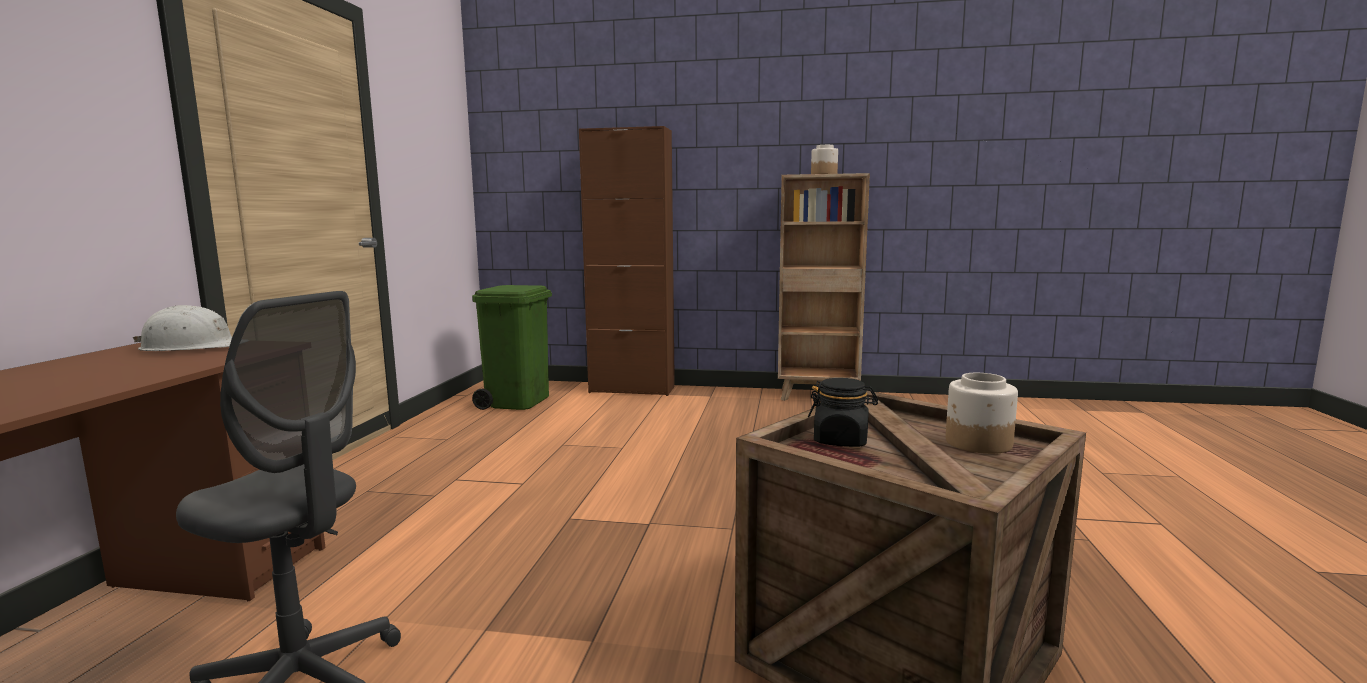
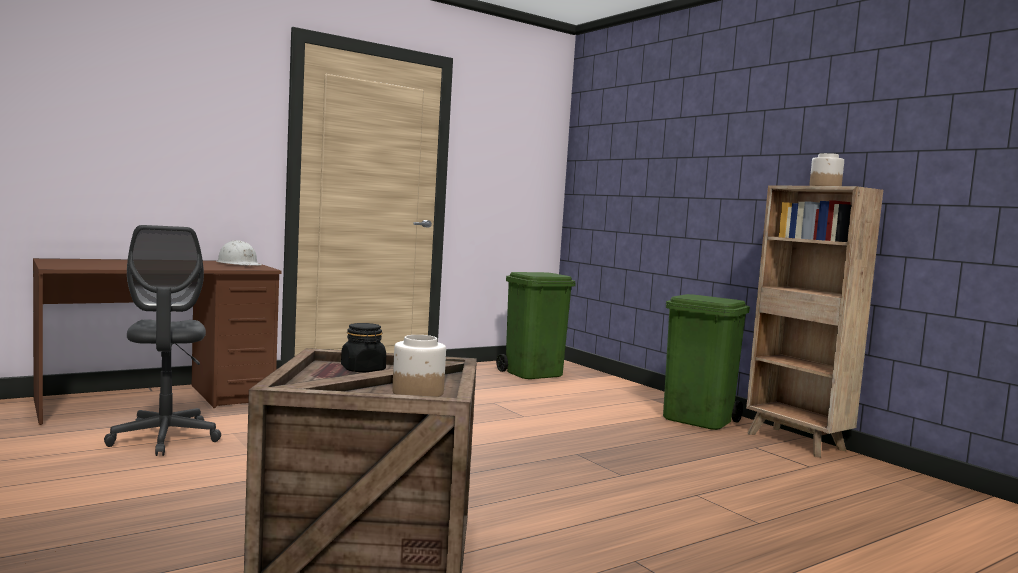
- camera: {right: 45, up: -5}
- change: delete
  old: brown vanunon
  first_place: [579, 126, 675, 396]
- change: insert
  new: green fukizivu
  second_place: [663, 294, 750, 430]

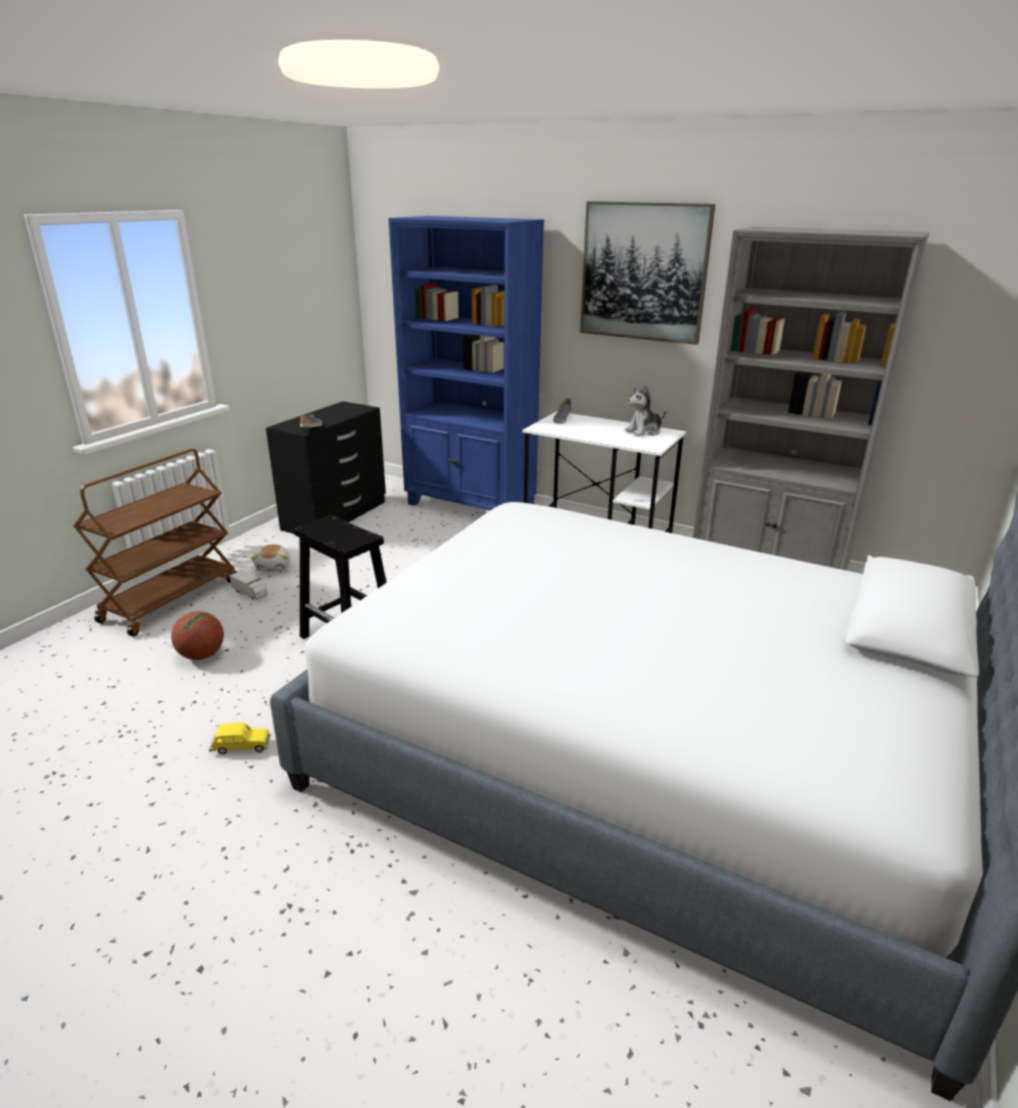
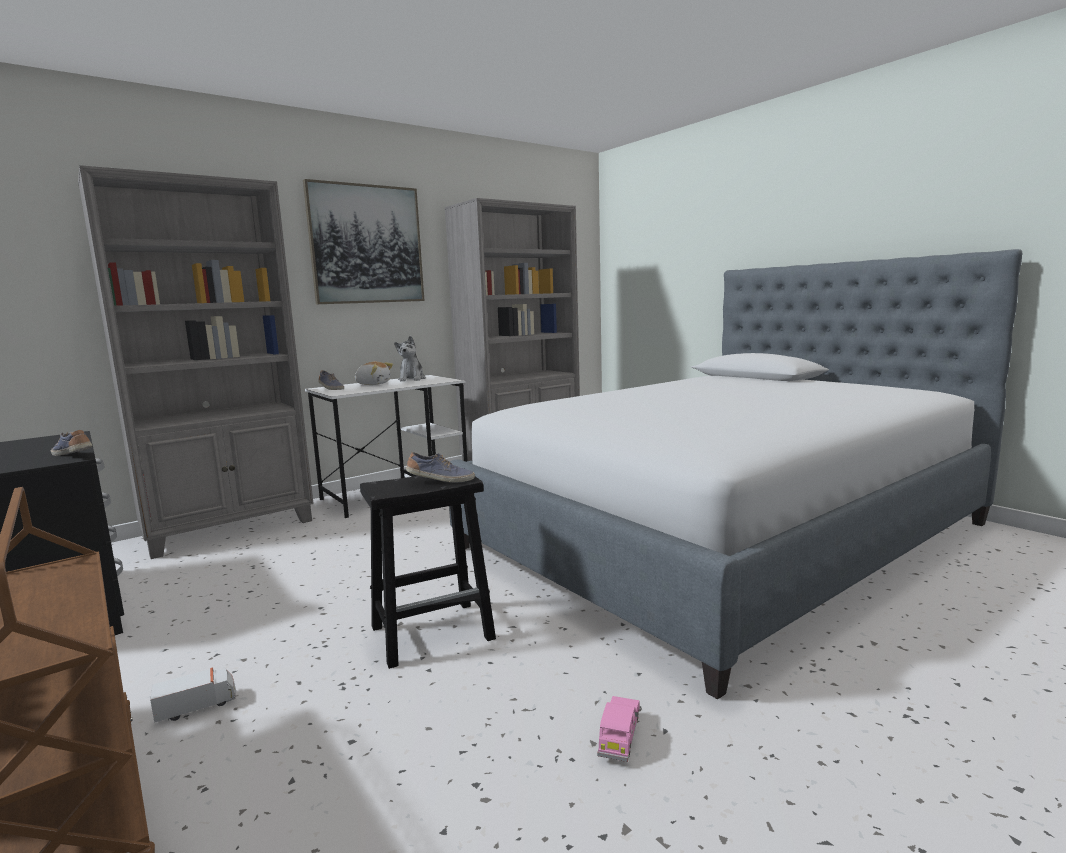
- camera: {right: -65, up: -15}
- change: delete
  old: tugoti
  first_place: [171, 611, 224, 660]
- change: insert
  new: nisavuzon
  second_place: [406, 452, 475, 483]
- change: move
  old: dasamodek
  first_place: [251, 545, 290, 572]
  second_place: [355, 362, 393, 385]
- change: recolor
  old: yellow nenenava
  new: pink nenenava
  first_place: [209, 723, 271, 754]
  second_place: [597, 696, 641, 762]
- change: recolor
  old: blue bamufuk
  new: grey bamufuk
  first_place: [388, 216, 544, 511]
  second_place: [78, 165, 314, 559]

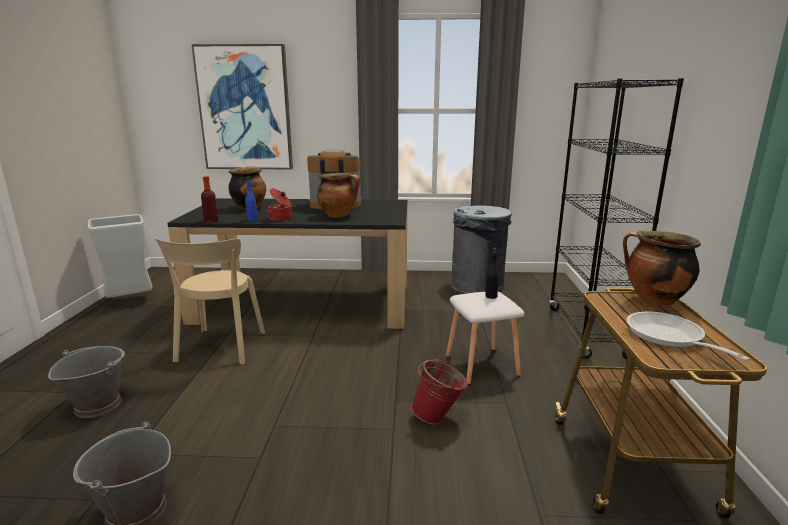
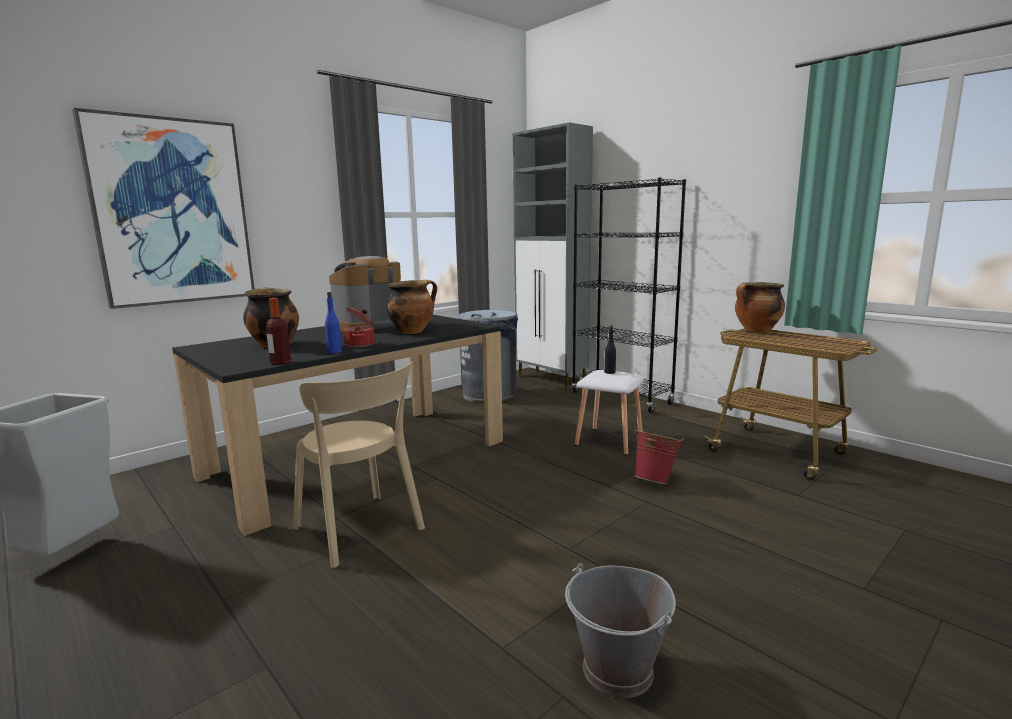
- camera: {right: -45, up: -5}
- change: delete
  old: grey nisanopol
  first_place: [48, 346, 125, 418]
- change: delete
  old: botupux
  first_place: [626, 312, 750, 361]
- change: insert
  new: grey vanunon
  second_place: [512, 122, 593, 389]

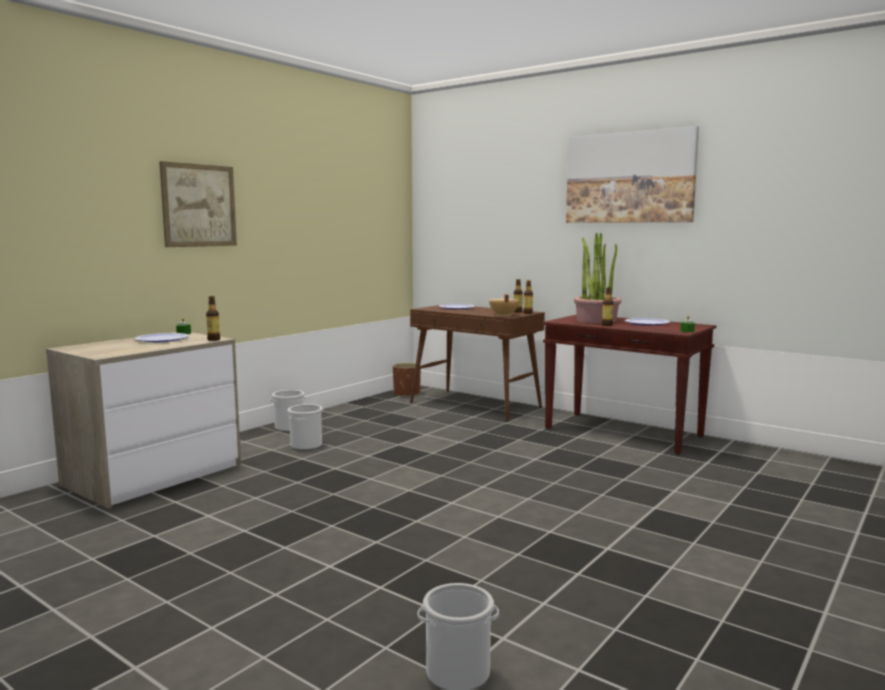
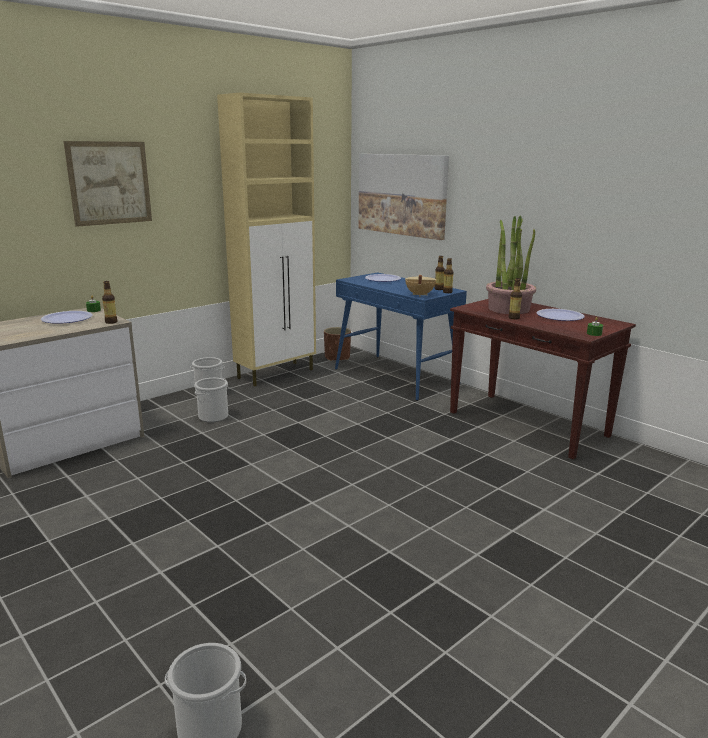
- camera: {right: 10, up: 10}
- change: insert
  new: beige vanunon
  second_place: [217, 93, 316, 387]
- change: move
  old: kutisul
  first_place: [566, 126, 699, 223]
  second_place: [359, 154, 449, 240]
- change: recolor
  old: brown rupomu
  new: blue rupomu
  first_place: [410, 304, 545, 422]
  second_place: [335, 272, 467, 401]

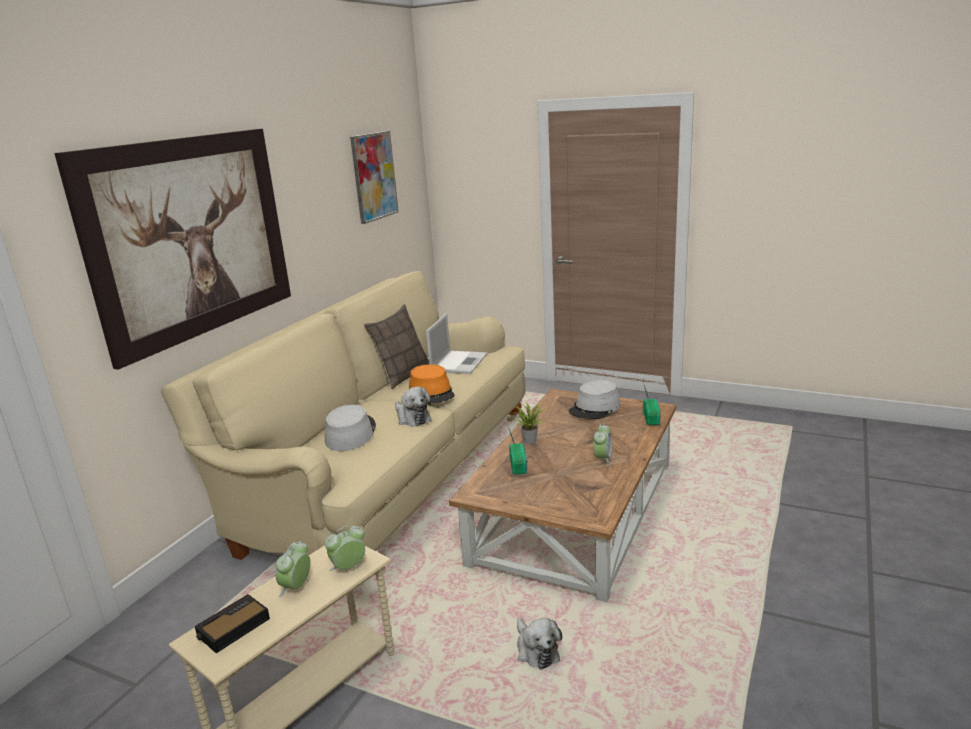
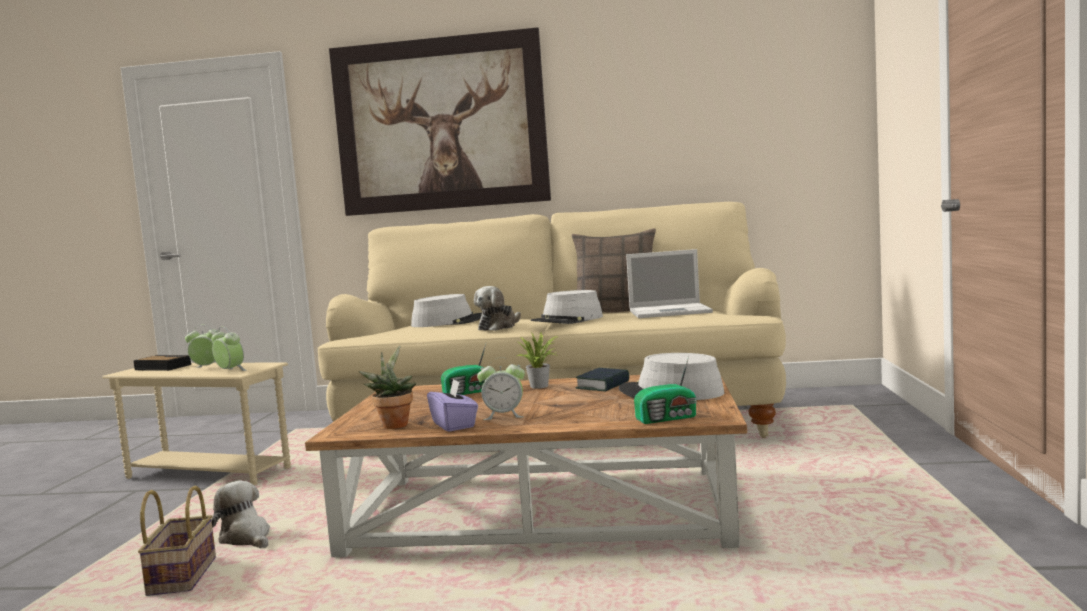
- camera: {right: 70, up: -15}
- change: delete
  old: kutisul
  first_place: [350, 131, 399, 224]
- change: insert
  new: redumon
  second_place: [138, 486, 216, 596]
- change: insert
  new: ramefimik
  second_place: [359, 346, 416, 429]
- change: insert
  new: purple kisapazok
  second_place: [427, 378, 478, 432]
- change: insert
  new: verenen
  second_place: [576, 368, 629, 392]
- change: recolor
  old: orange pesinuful
  new: grey pesinuful
  first_place: [409, 364, 455, 403]
  second_place: [531, 290, 603, 324]
- change: rotate
  old: dasamodek
  first_place: [517, 618, 562, 670]
  second_place: [212, 481, 270, 548]
  degrees: 90

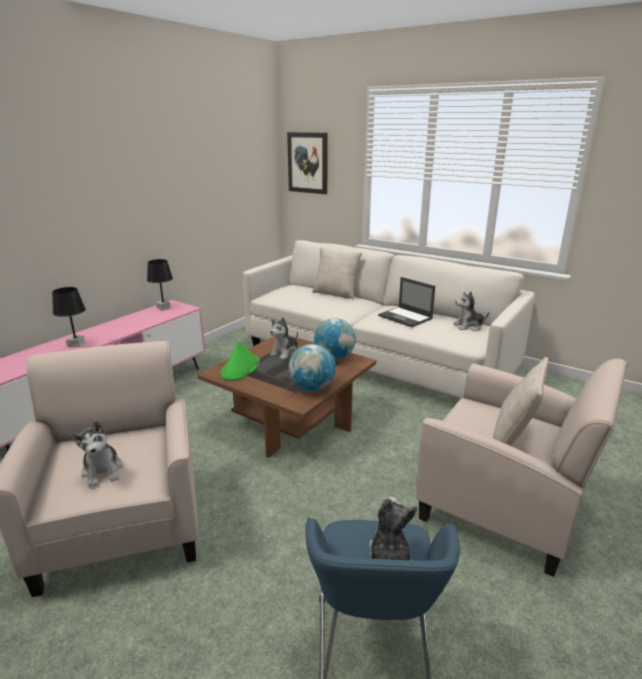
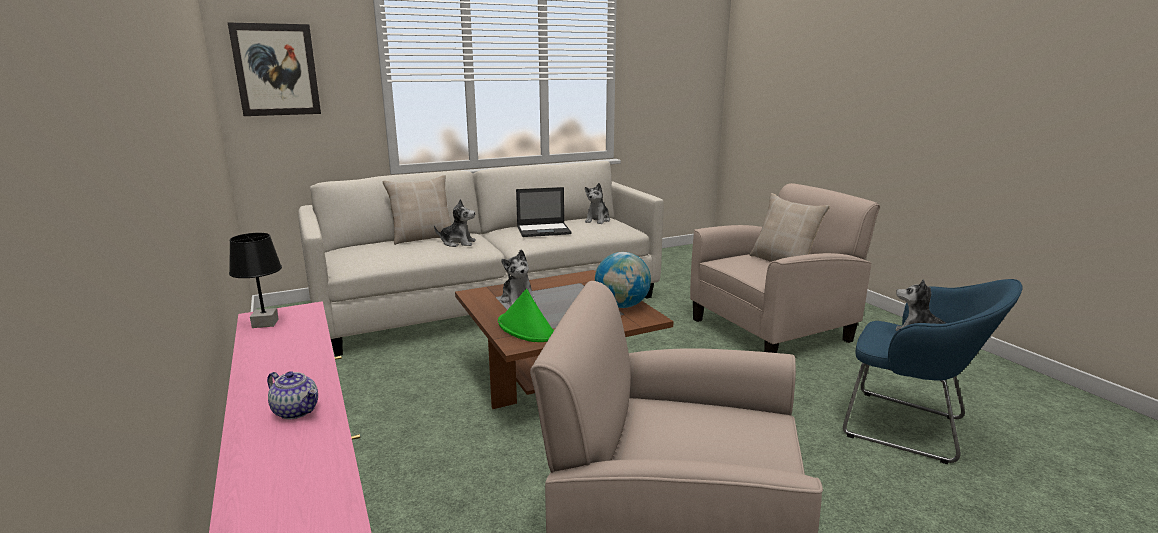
- camera: {right: -60, up: -5}
- change: delete
  old: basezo
  first_place: [314, 318, 356, 360]
- change: move
  old: dasamodek
  first_place: [70, 421, 123, 487]
  second_place: [434, 199, 476, 247]
- change: replace
  old: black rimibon
  new: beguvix
  first_place: [52, 287, 86, 347]
  second_place: [267, 371, 318, 419]

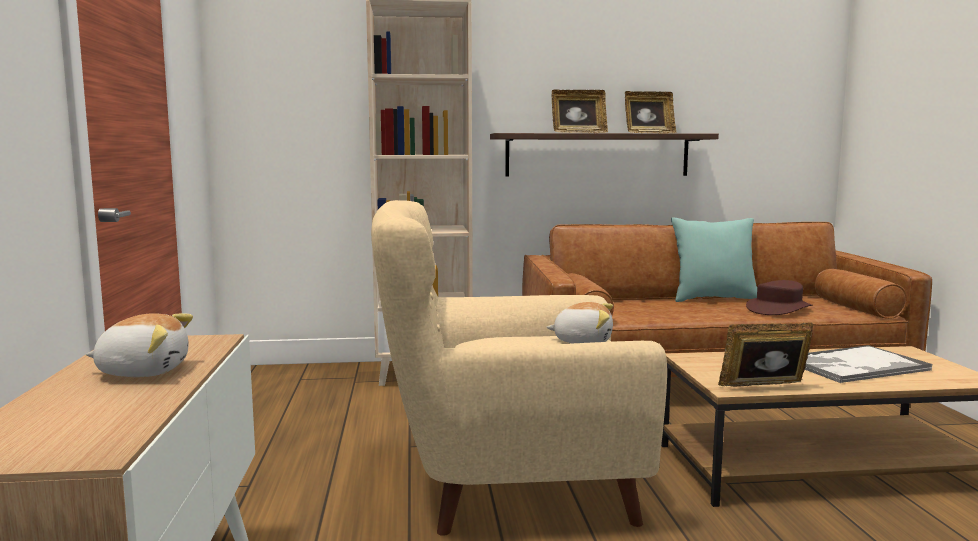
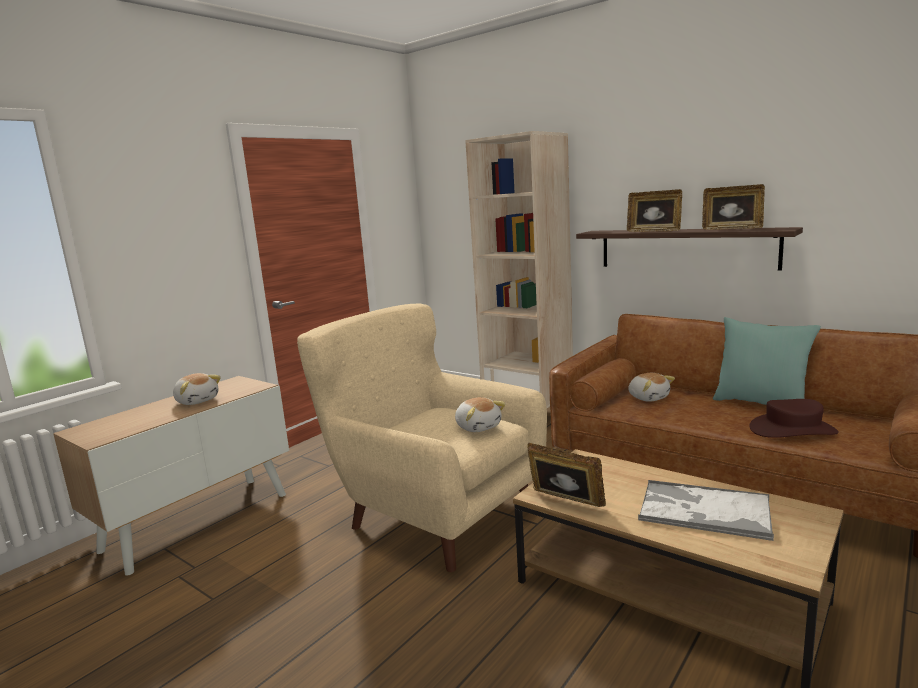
- camera: {right: 45, up: 5}
- change: insert
  new: dasamodek
  second_place: [628, 373, 675, 402]

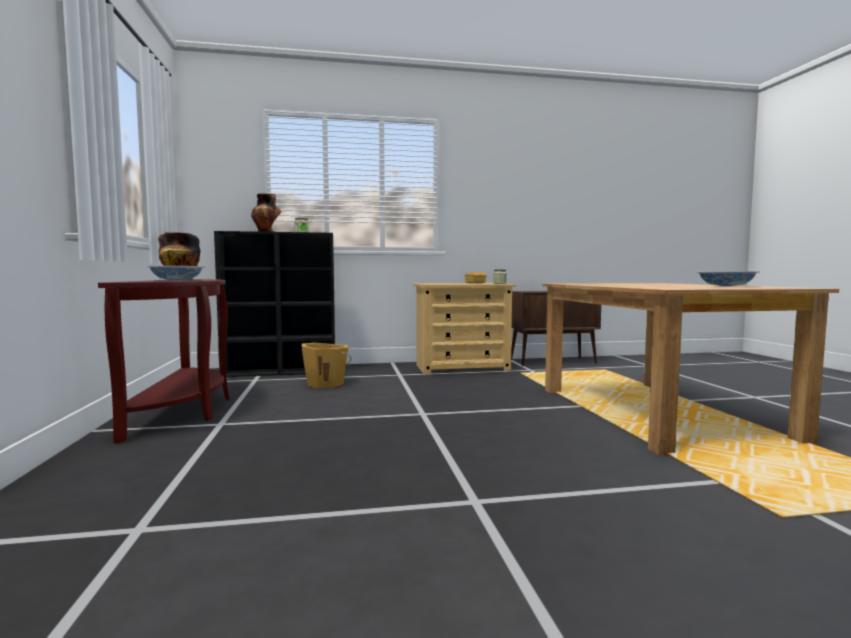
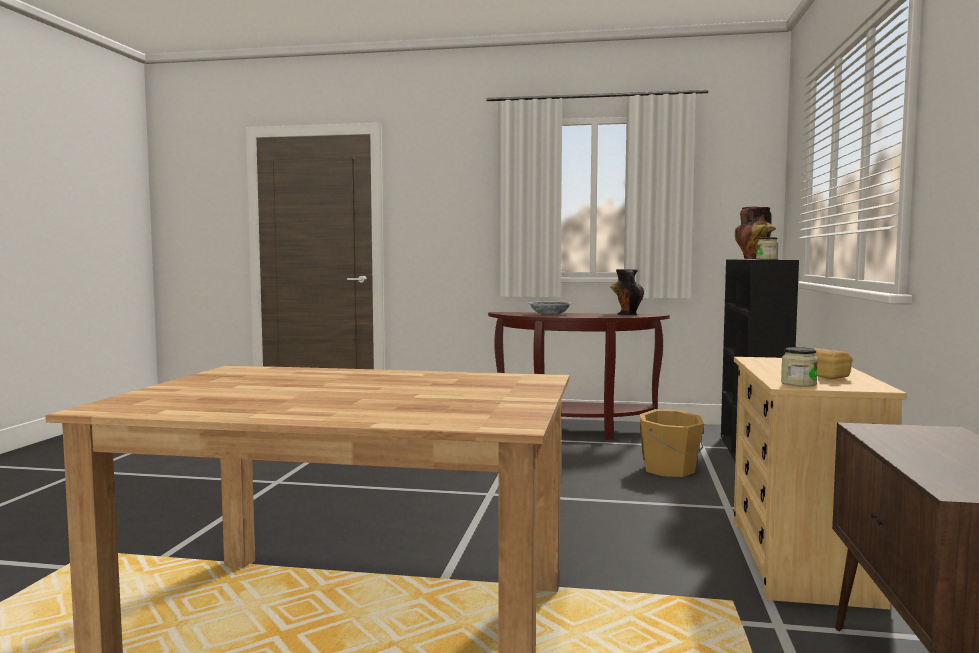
- camera: {right: 110, up: 0}
- change: delete
  old: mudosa
  first_place: [696, 271, 760, 286]

